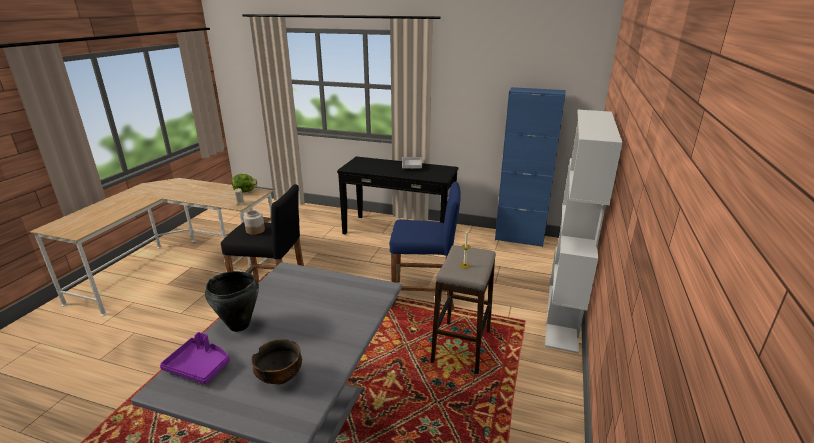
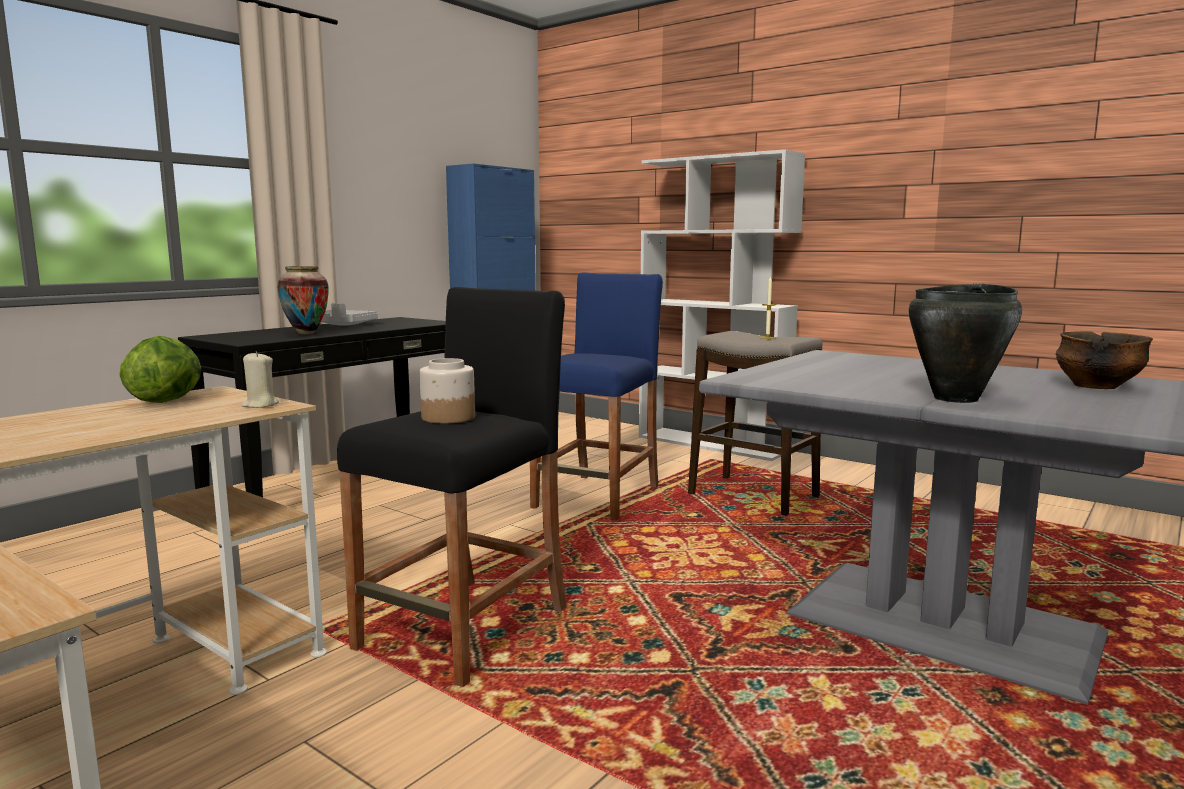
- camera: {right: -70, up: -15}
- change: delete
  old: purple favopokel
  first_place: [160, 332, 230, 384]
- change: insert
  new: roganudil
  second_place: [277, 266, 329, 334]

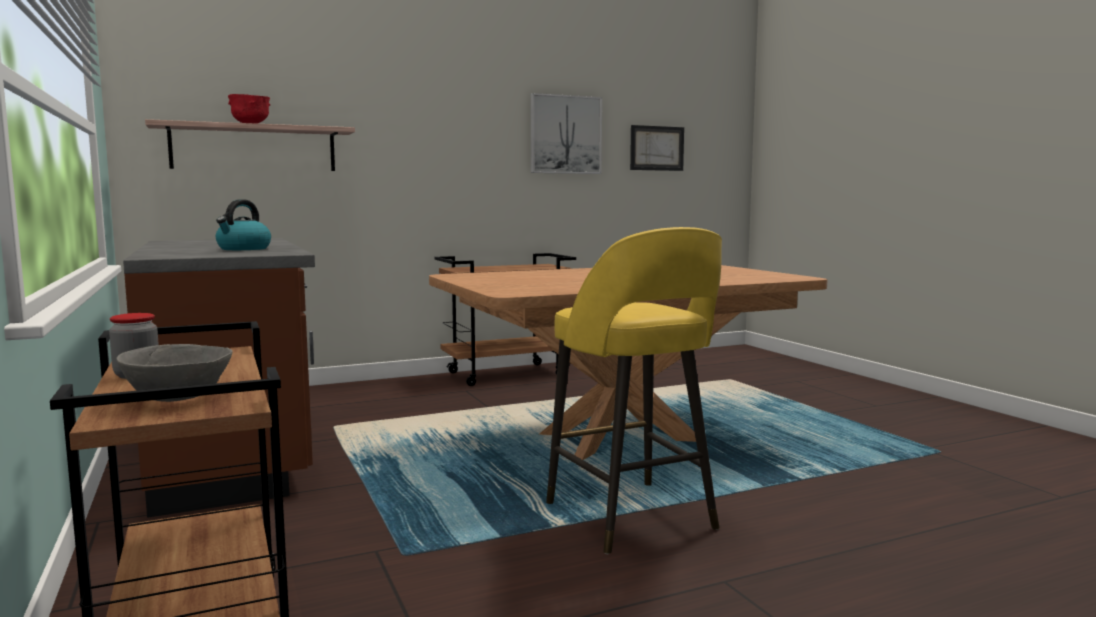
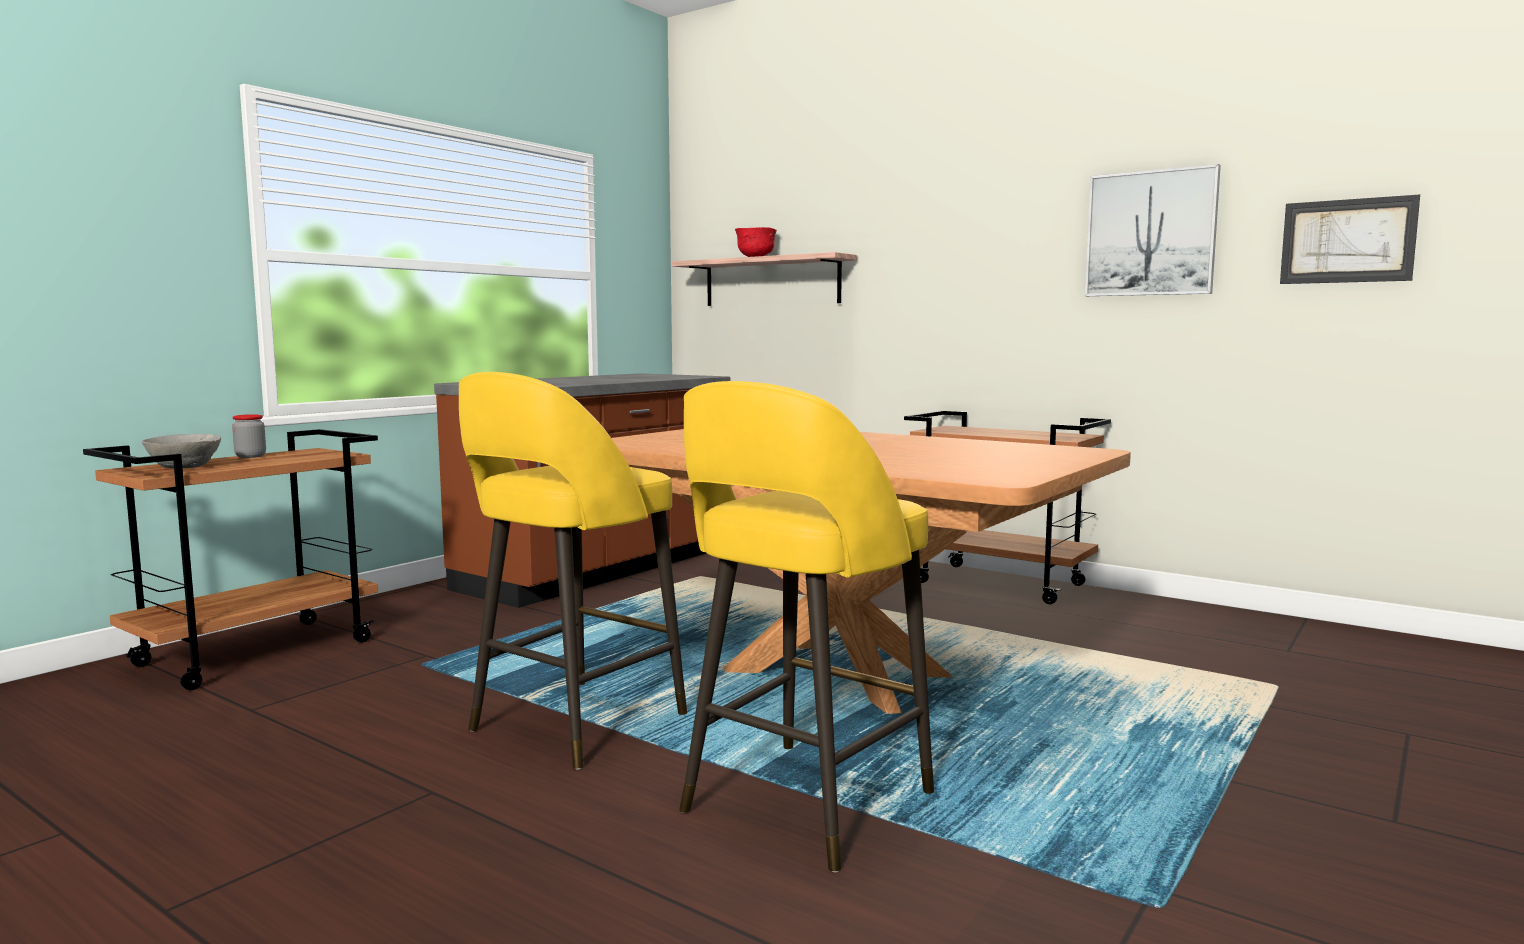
- camera: {right: 60, up: 0}
- change: delete
  old: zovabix
  first_place: [216, 199, 271, 250]
- change: insert
  new: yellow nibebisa
  second_place: [679, 381, 934, 872]

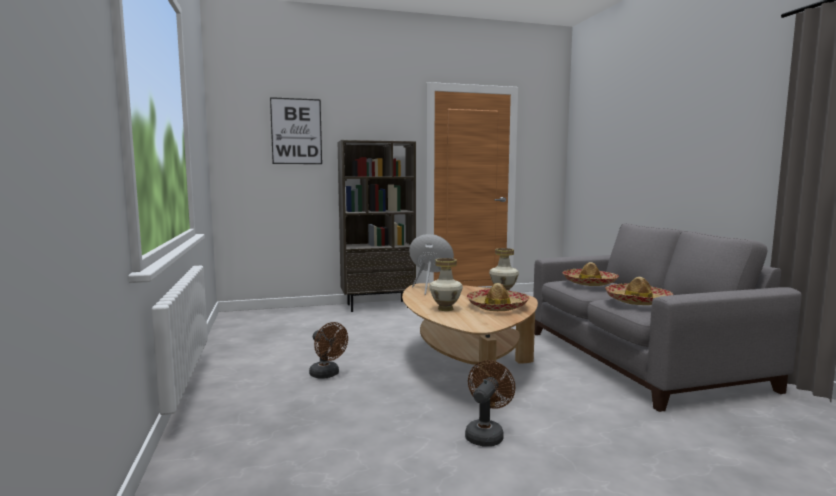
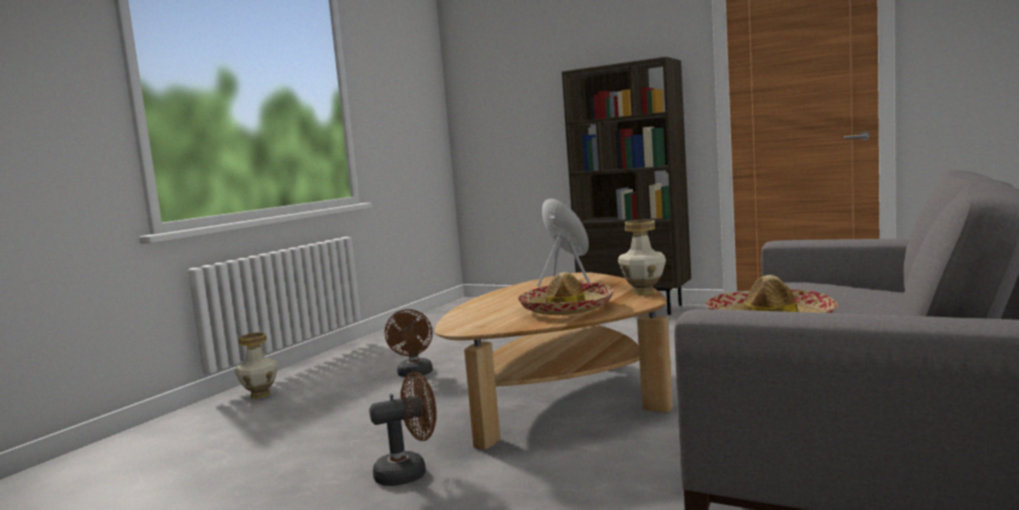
- camera: {right: 45, up: 0}
- change: delete
  old: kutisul
  first_place: [270, 97, 322, 164]
- change: delete
  old: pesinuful
  first_place: [563, 262, 619, 286]
- change: move
  old: roganudil
  first_place: [429, 258, 463, 311]
  second_place: [235, 332, 278, 399]

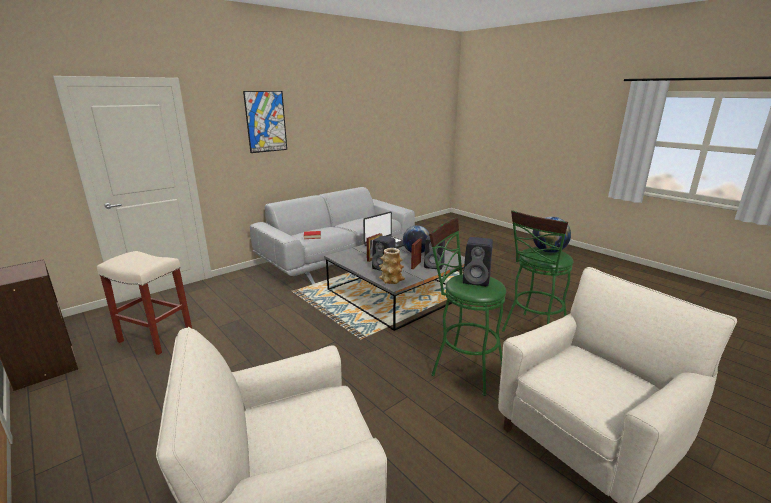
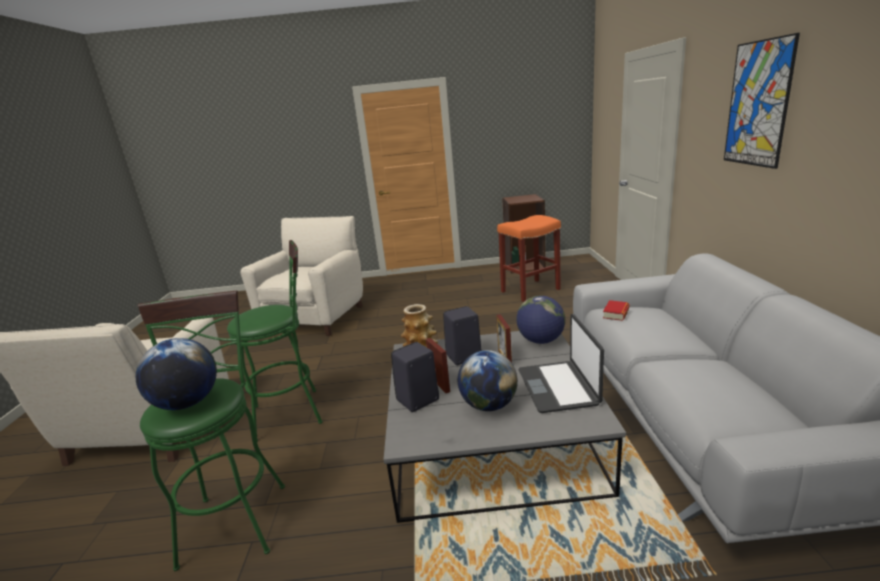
- camera: {right: 130, up: 0}
- change: delete
  old: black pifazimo
  first_place: [463, 237, 493, 286]
- change: insert
  new: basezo
  second_place: [516, 296, 565, 344]
- change: recolor
  old: beige nibebisa
  new: orange nibebisa
  first_place: [97, 251, 192, 355]
  second_place: [497, 215, 561, 302]

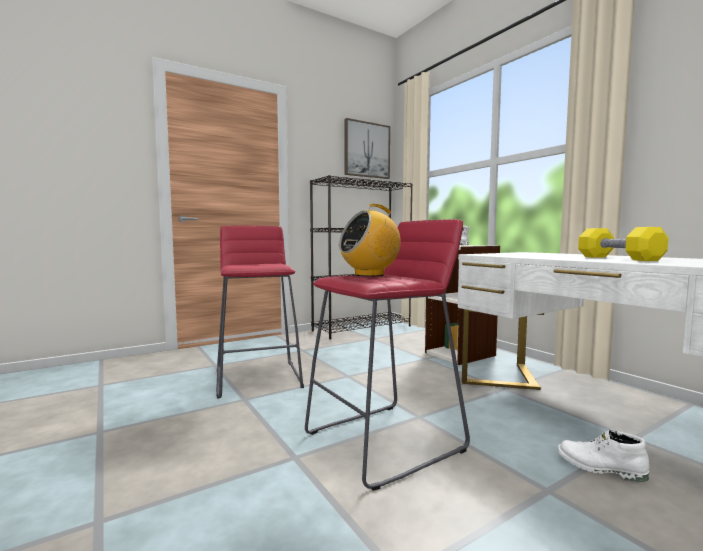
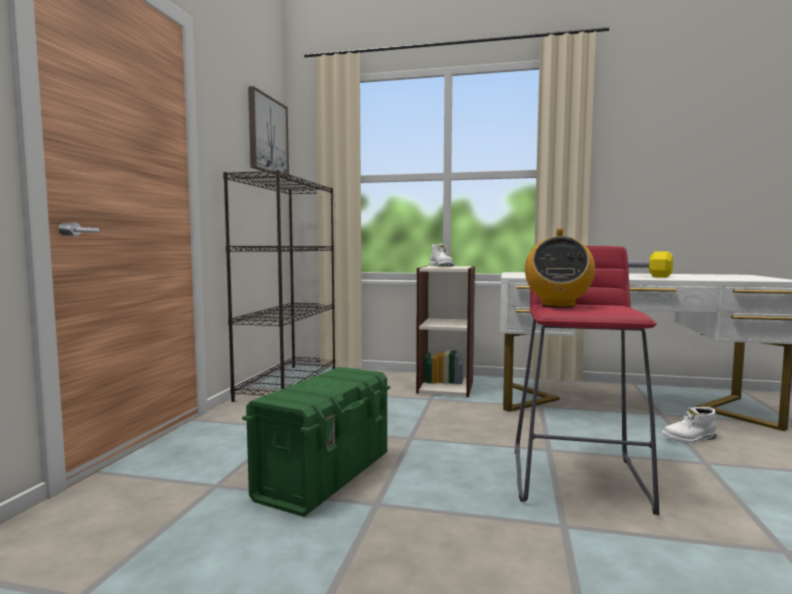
- camera: {right: -45, up: 0}
- change: replace
  old: red nibebisa
  new: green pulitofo
  first_place: [216, 225, 304, 399]
  second_place: [242, 367, 390, 517]

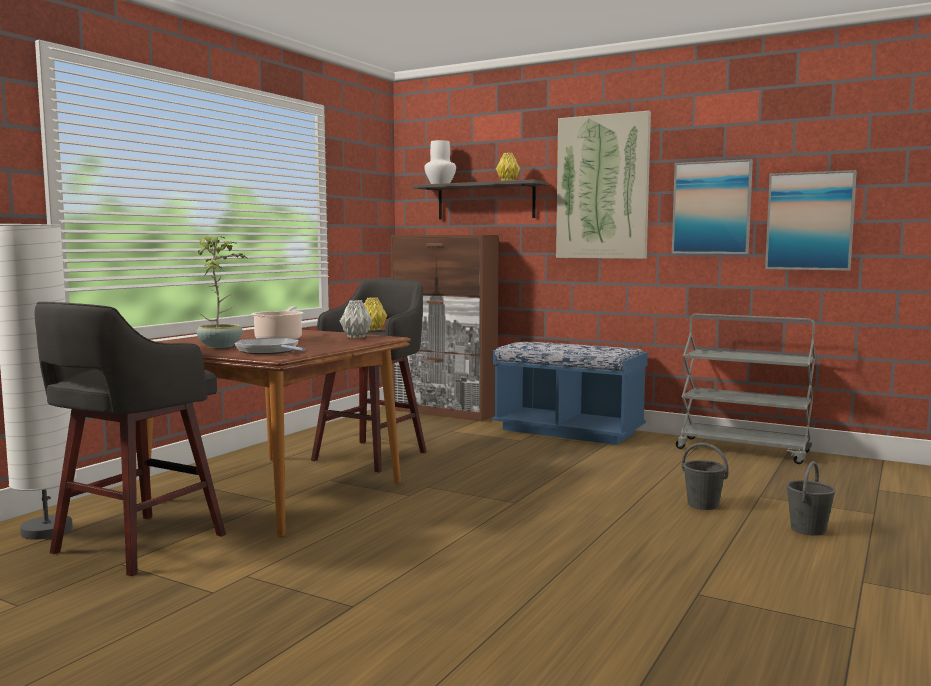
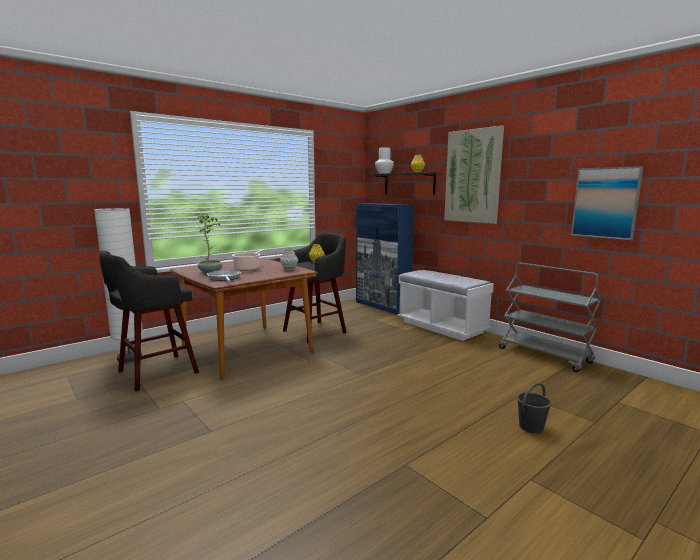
- camera: {right: 20, up: 5}
- change: delete
  old: kutisul
  first_place: [672, 159, 753, 254]
- change: delete
  old: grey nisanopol
  first_place: [682, 443, 728, 510]
- change: recolor
  old: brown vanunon
  new: blue vanunon
  first_place: [391, 235, 499, 422]
  second_place: [356, 203, 414, 315]
- change: recolor
  old: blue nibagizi
  new: white nibagizi
  first_place: [492, 342, 648, 445]
  second_place: [398, 270, 494, 341]

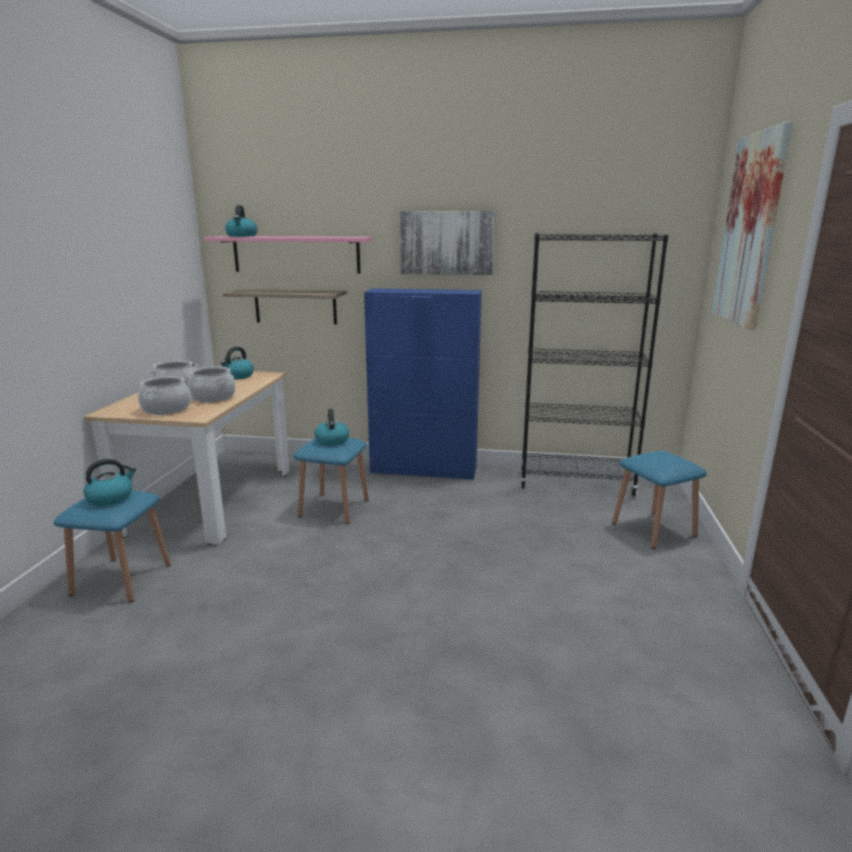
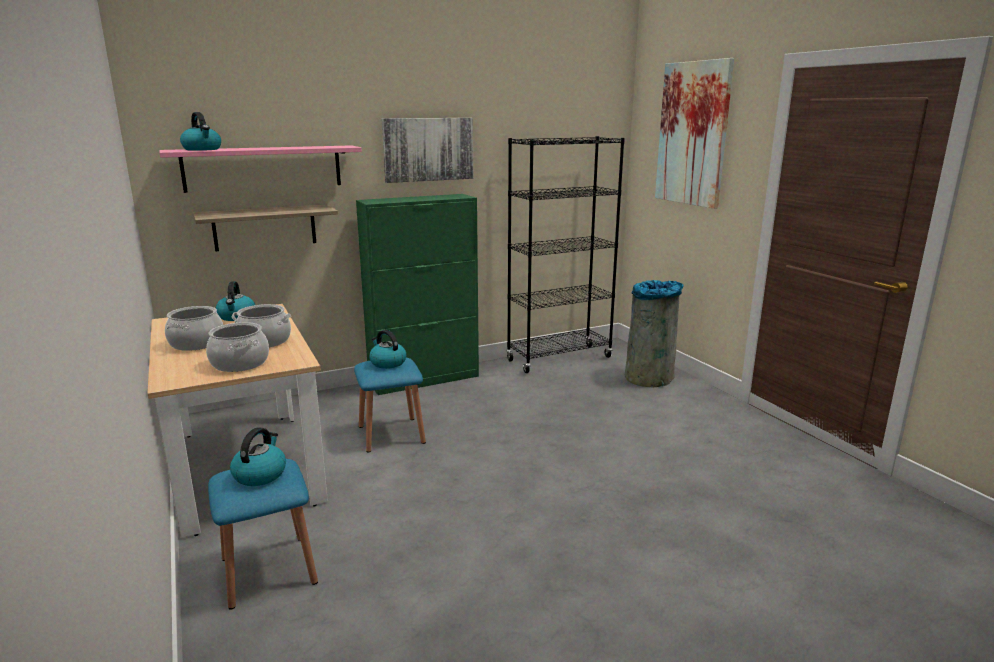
- camera: {right: -35, up: 0}
- change: replace
  old: blue nibebisa
  new: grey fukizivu
  first_place: [612, 451, 707, 549]
  second_place: [625, 280, 684, 387]
- change: recolor
  old: blue vanunon
  new: green vanunon
  first_place: [364, 288, 482, 480]
  second_place: [356, 194, 479, 395]

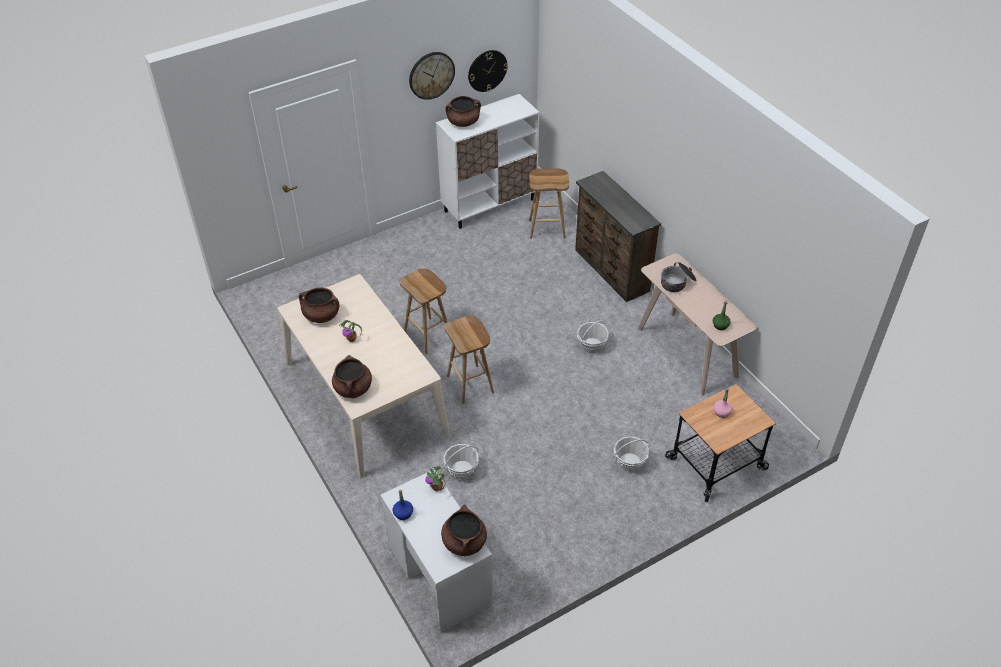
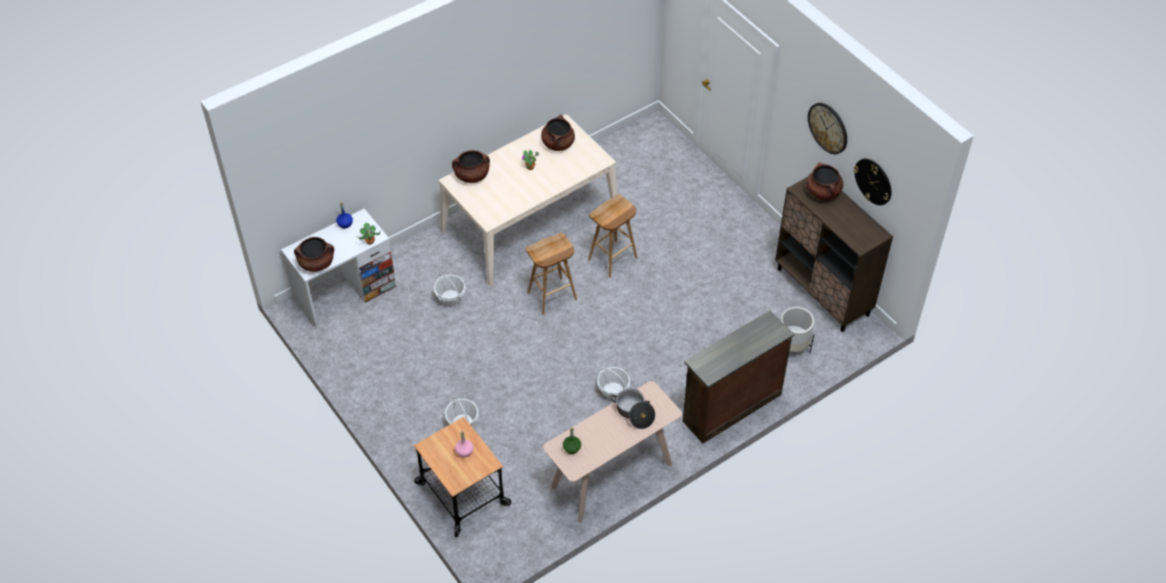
- camera: {right: 85, up: 5}
- change: replace
  old: brown nibebisa
  new: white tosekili
  first_place: [529, 168, 569, 239]
  second_place: [781, 307, 814, 353]
- change: recolor
  old: white vanunon
  new: brown vanunon
  first_place: [436, 94, 539, 229]
  second_place: [775, 177, 893, 332]

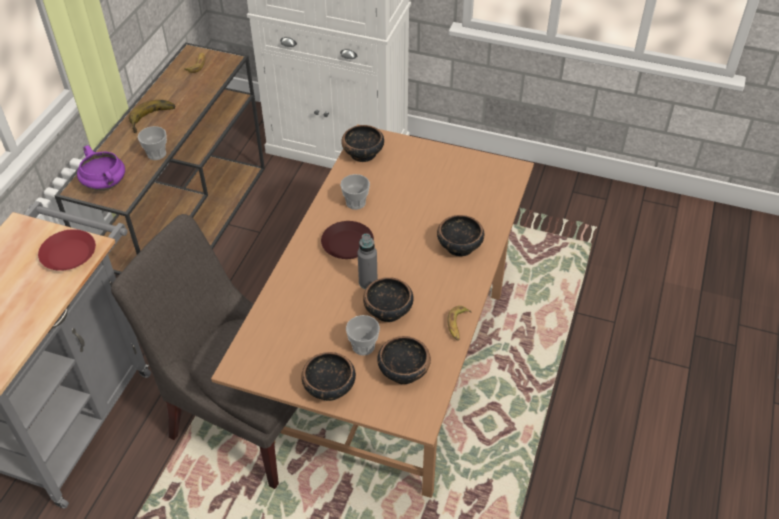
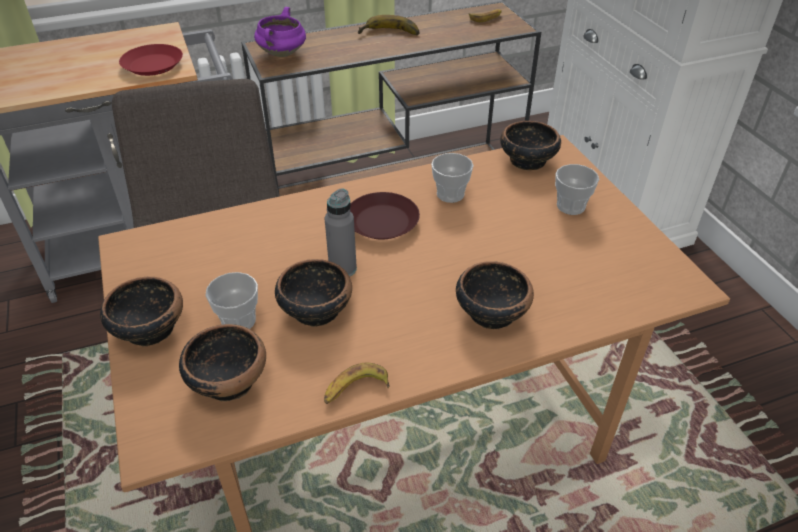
- camera: {right: 50, up: -5}
- change: move
  old: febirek
  first_place: [138, 126, 167, 160]
  second_place: [555, 164, 599, 215]

